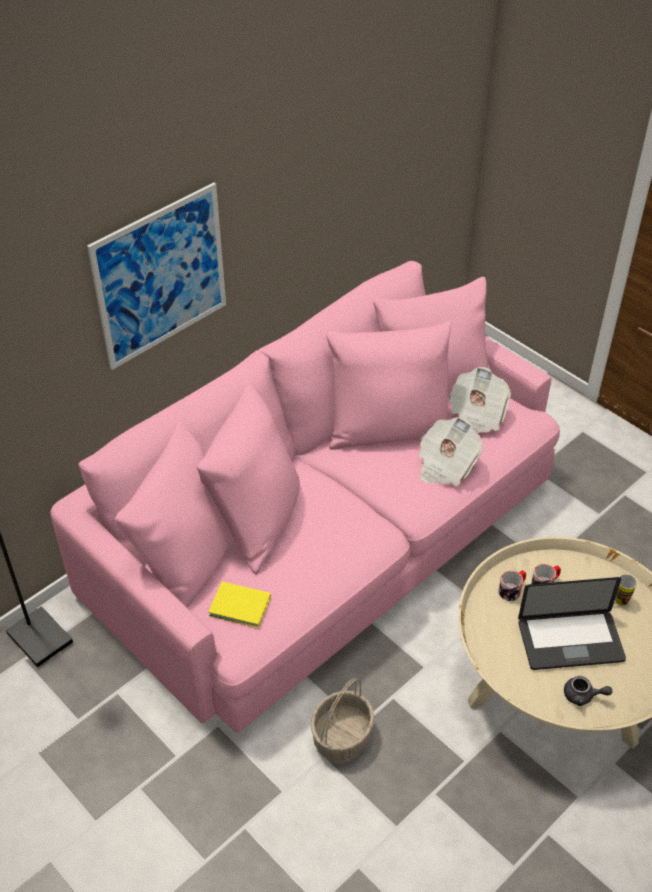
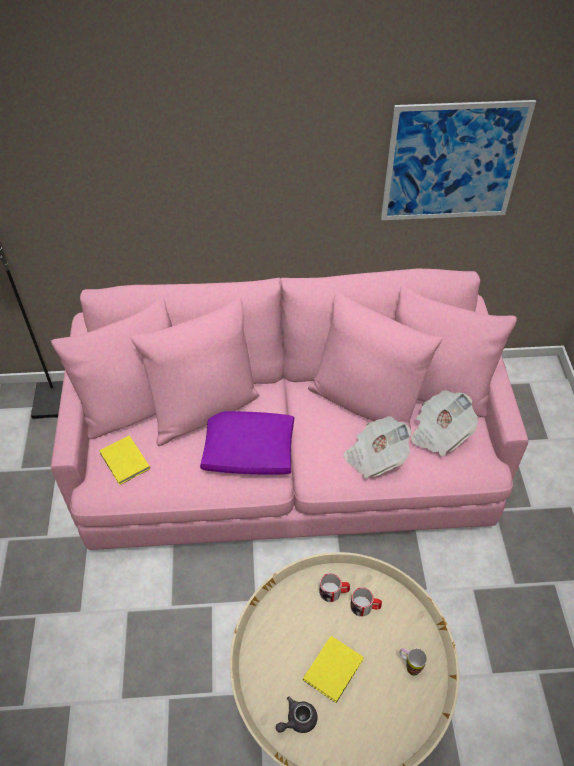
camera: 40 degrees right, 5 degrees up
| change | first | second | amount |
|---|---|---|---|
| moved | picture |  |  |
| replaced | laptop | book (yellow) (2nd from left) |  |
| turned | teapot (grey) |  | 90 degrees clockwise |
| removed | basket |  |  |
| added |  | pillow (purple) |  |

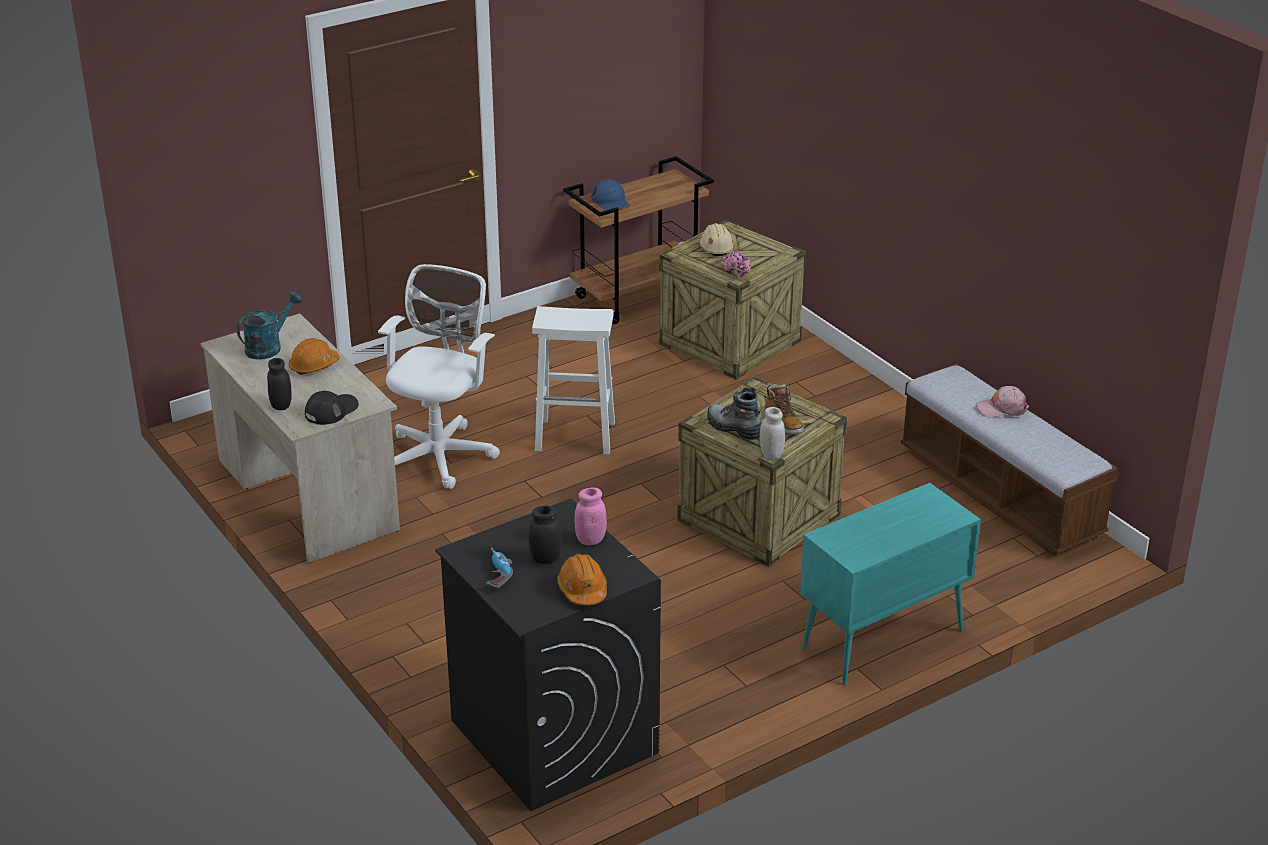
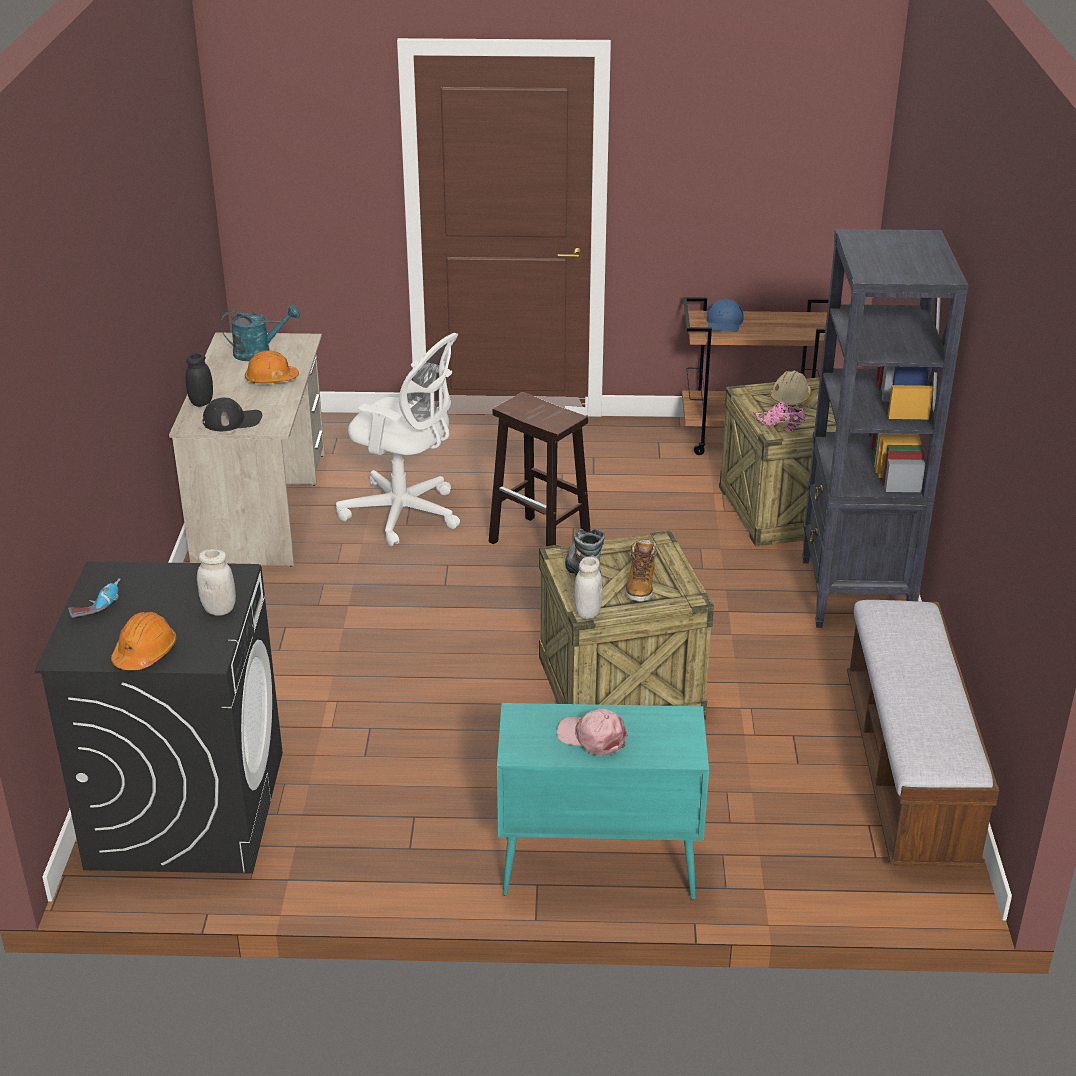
camera: 35 degrees right, 0 degrees up
| change | first | second | amount |
|---|---|---|---|
| turned | shoe (pink) |  | 60 degrees counterclockwise |
| turned | office chair (white) |  | 60 degrees clockwise |
| recoloured | stool (white) | stool (brown) |  |
| moved | cap (pink) |  |  |
| recoloured | jar (pink) | jar (white) (1st from left) |  |
| removed | jar (black) (2nd from left) |  |  |
| added |  | bookcase (black) |  |

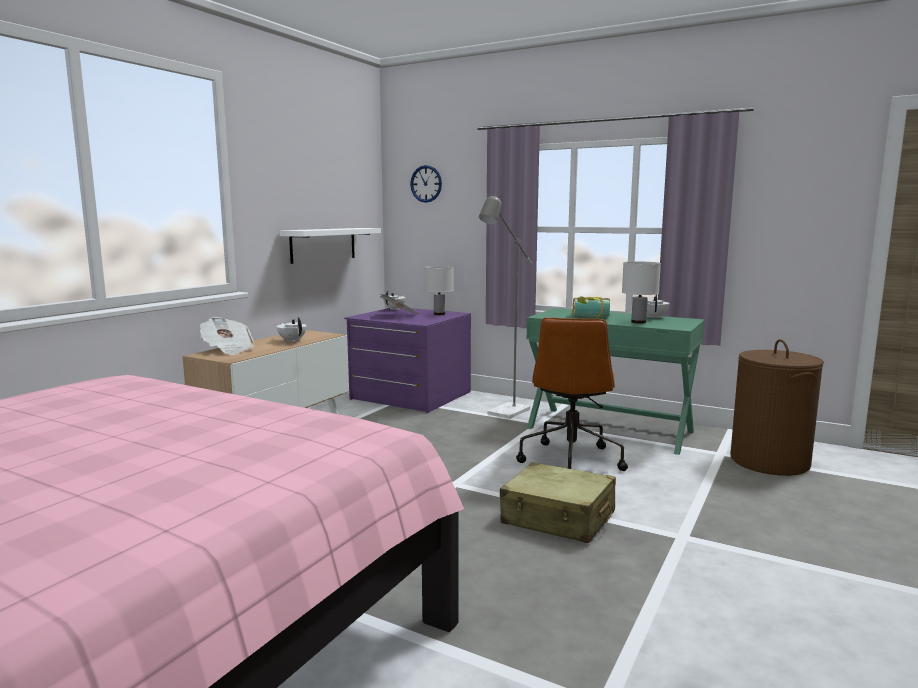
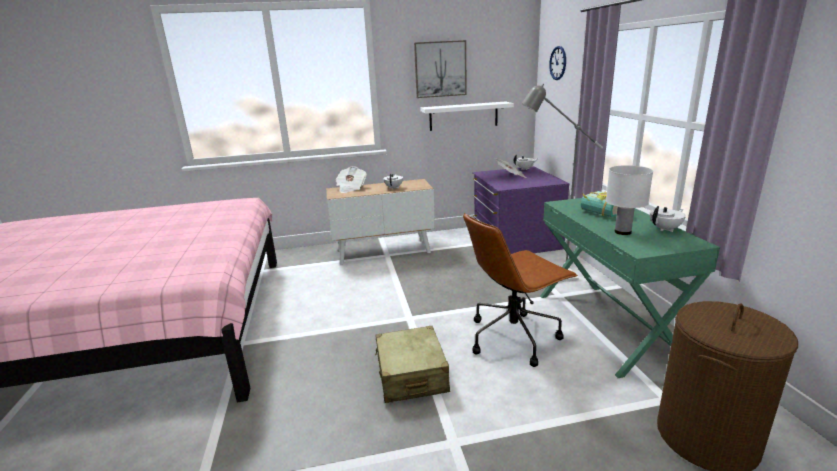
camera: 50 degrees right, 10 degrees up
| change | first | second | amount |
|---|---|---|---|
| removed | table lamp (white) (1st from left) |  |  |
| added |  | picture |  |

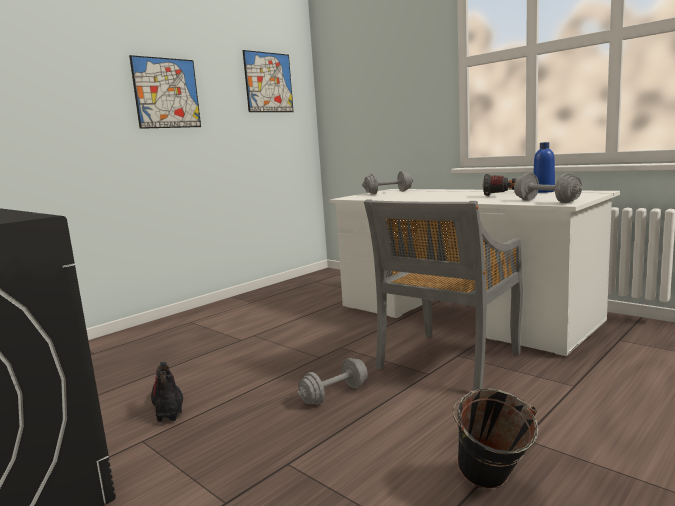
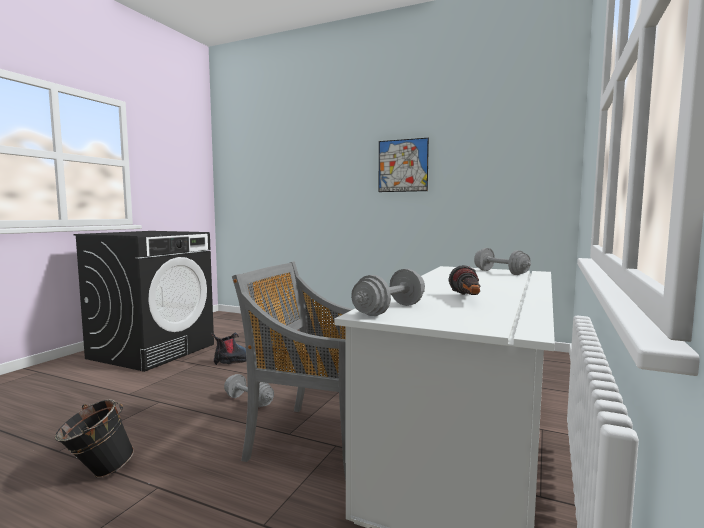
camera: 70 degrees right, 5 degrees down
| change | first | second | amount |
|---|---|---|---|
| removed | picture (2nd from left) |  |  |
| removed | bottle (blue) |  |  |

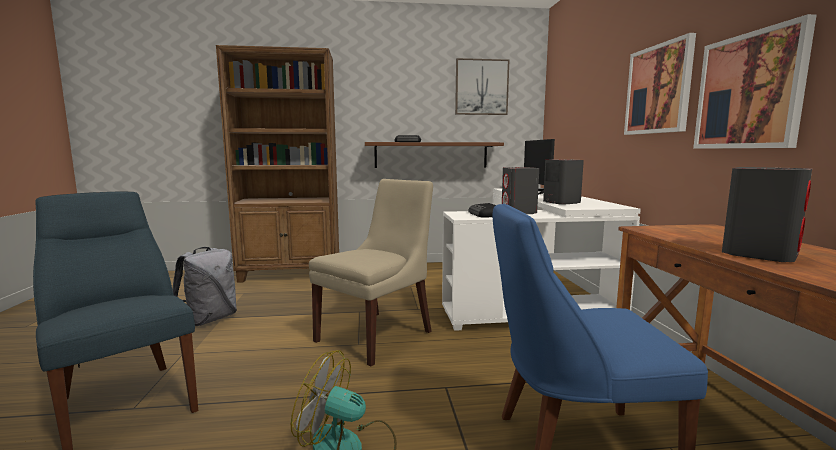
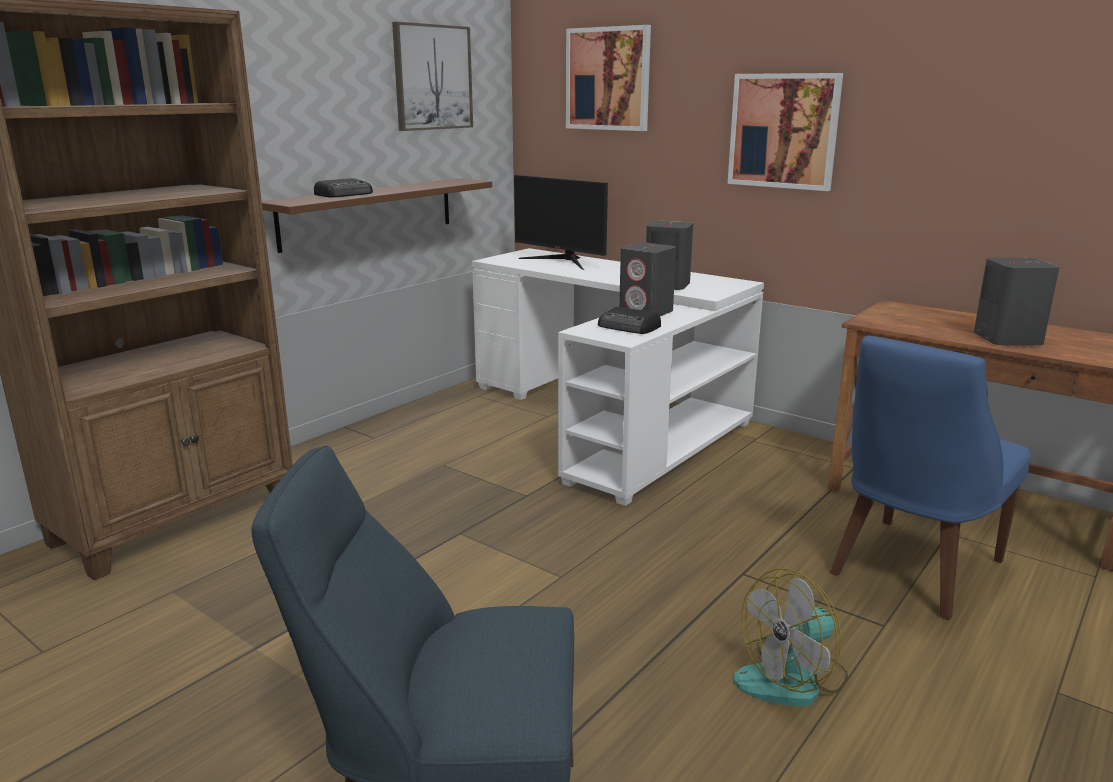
camera: 45 degrees left, 10 degrees up
| change | first | second | amount |
|---|---|---|---|
| moved | picture (3rd from left in the first image) | picture (2nd from left) |  |
| removed | chair (beige) |  |  |
| removed | backpack (grey) |  |  |

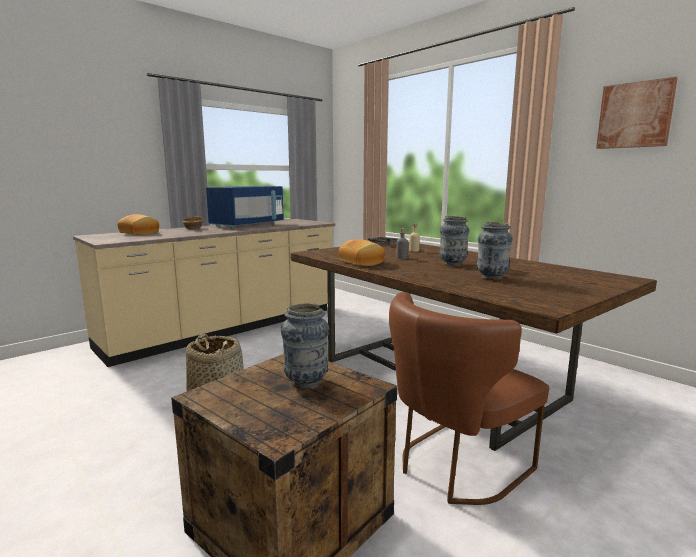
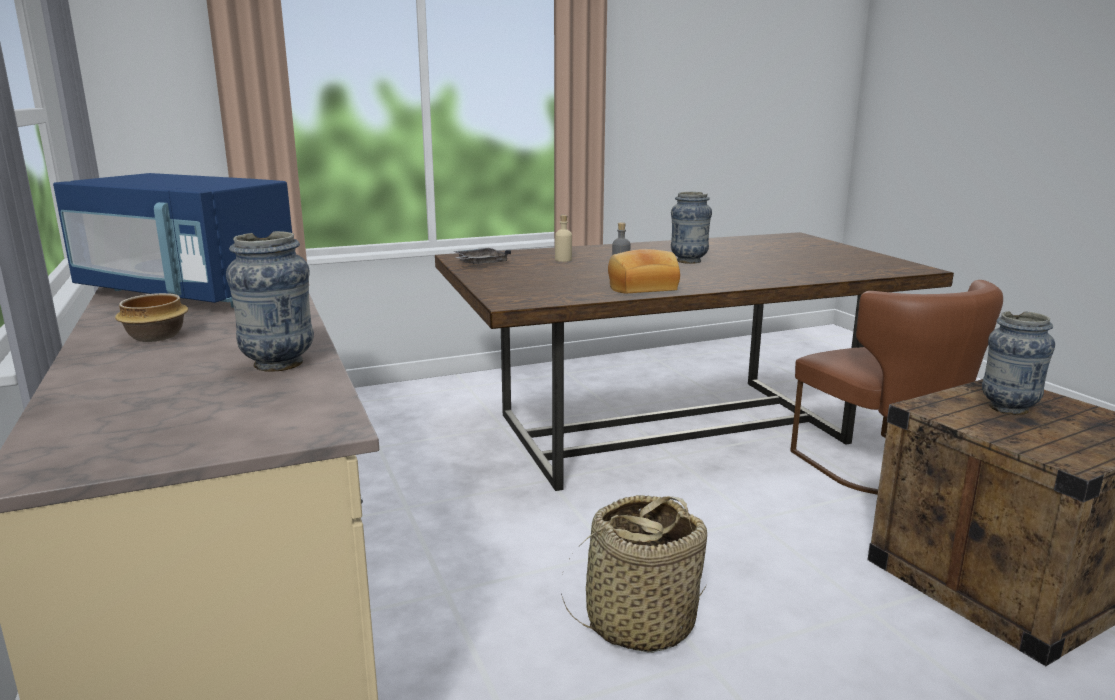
camera: 70 degrees left, 5 degrees up
| change | first | second | amount |
|---|---|---|---|
| removed | picture |  |  |
| turned | microwave (blue) |  | 150 degrees clockwise |
| removed | bread (1st from left) |  |  |
| moved | vase (3rd from left in the first image) | vase (1st from left) |  |

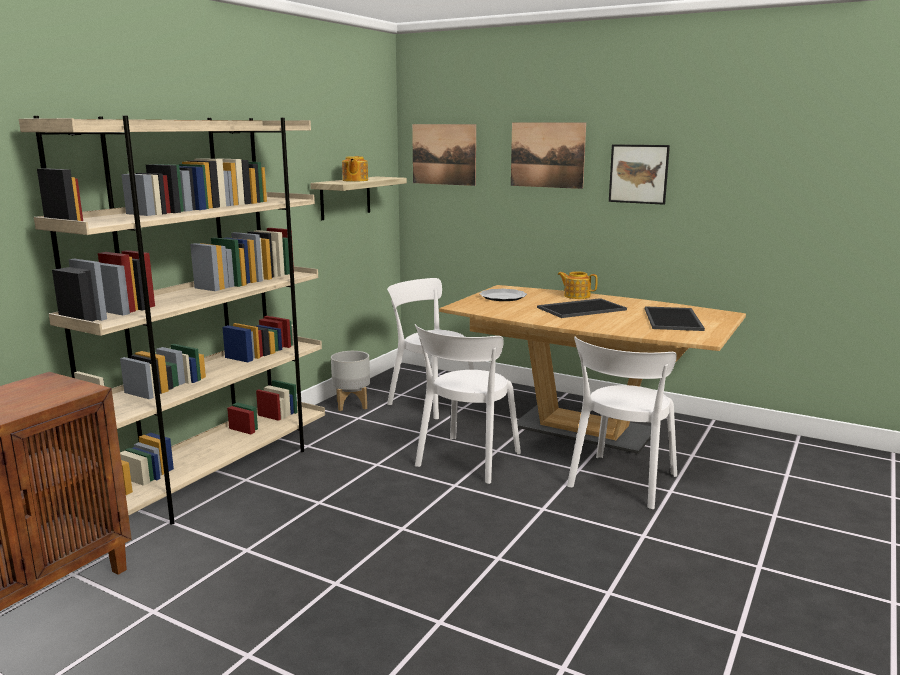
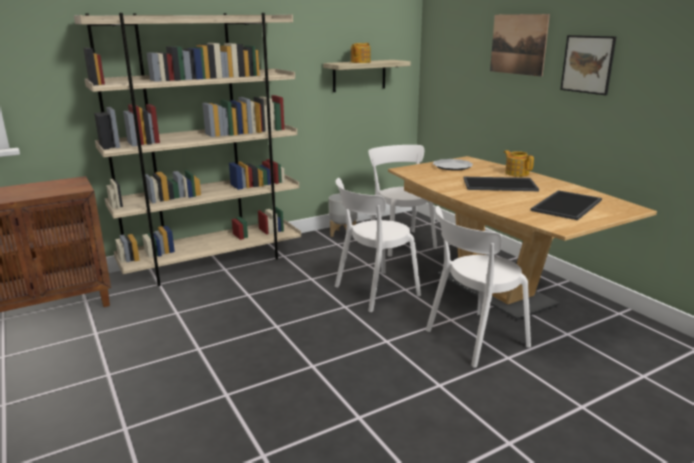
camera: 30 degrees right, 5 degrees up
| change | first | second | amount |
|---|---|---|---|
| removed | picture (1st from left) |  |  |

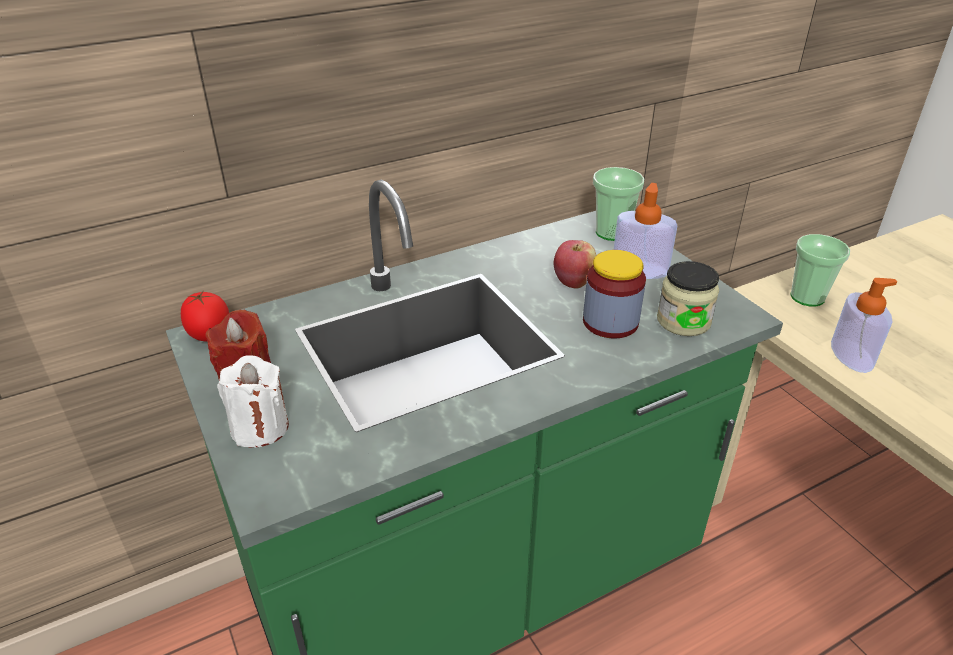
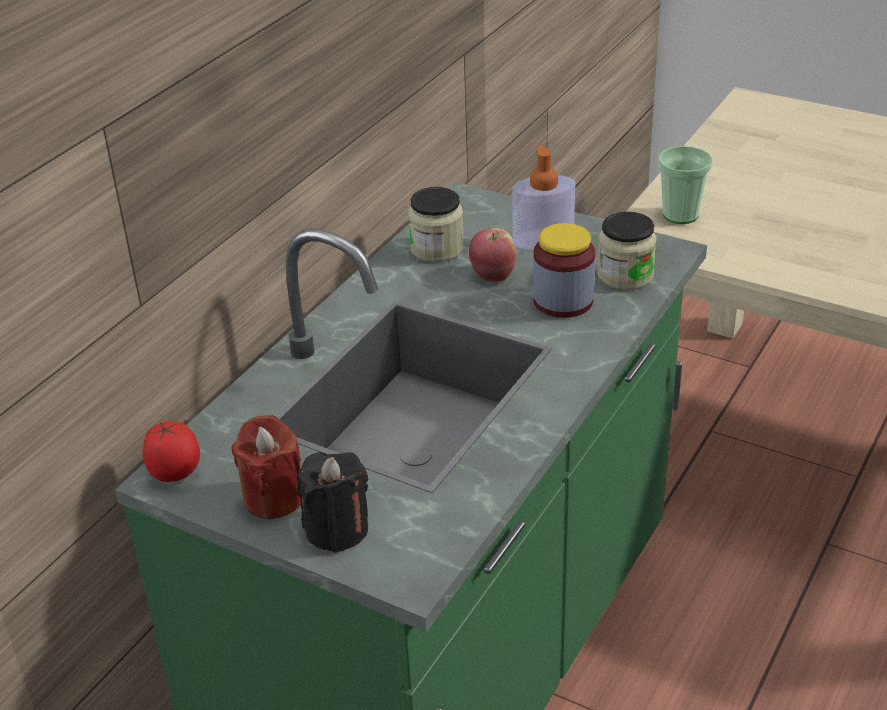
camera: 30 degrees left, 0 degrees up
| change | first | second | amount |
|---|---|---|---|
| removed | cup (1st from left) |  |  |
| removed | soap dispenser (2nd from left) |  |  |
| recoloured | candle (white) | candle (black) |  |
| added |  | jar (1st from left) |  |

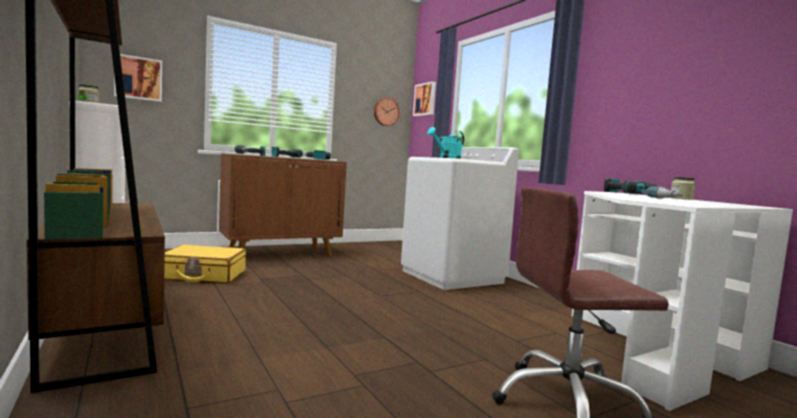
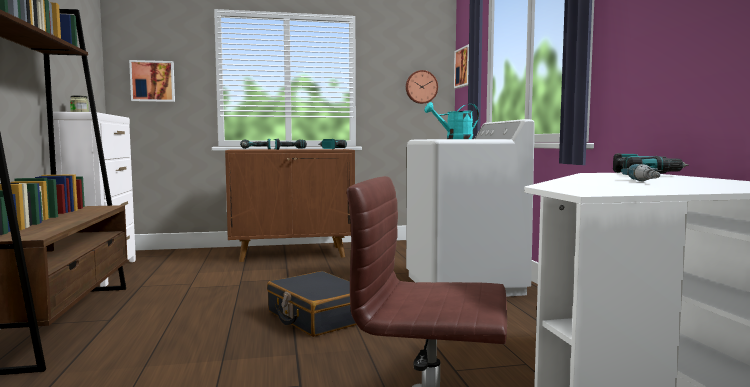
camera: 20 degrees right, 0 degrees up
| change | first | second | amount |
|---|---|---|---|
| removed | jar (2nd from left) |  |  |
| removed | suitcase (yellow) |  |  |
| added |  | suitcase (black) |  |

